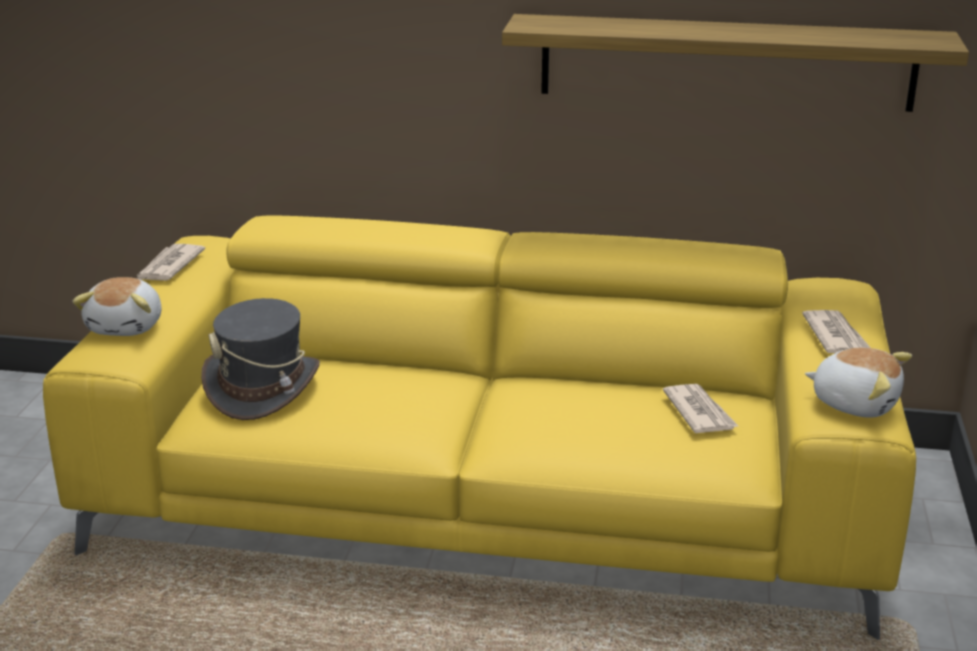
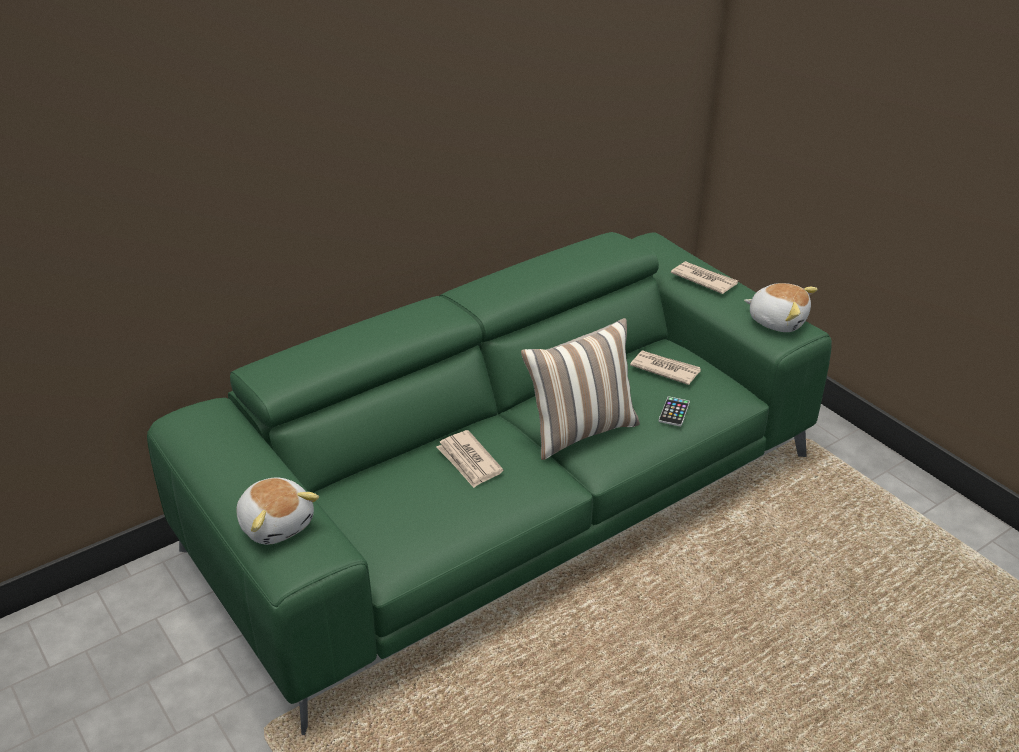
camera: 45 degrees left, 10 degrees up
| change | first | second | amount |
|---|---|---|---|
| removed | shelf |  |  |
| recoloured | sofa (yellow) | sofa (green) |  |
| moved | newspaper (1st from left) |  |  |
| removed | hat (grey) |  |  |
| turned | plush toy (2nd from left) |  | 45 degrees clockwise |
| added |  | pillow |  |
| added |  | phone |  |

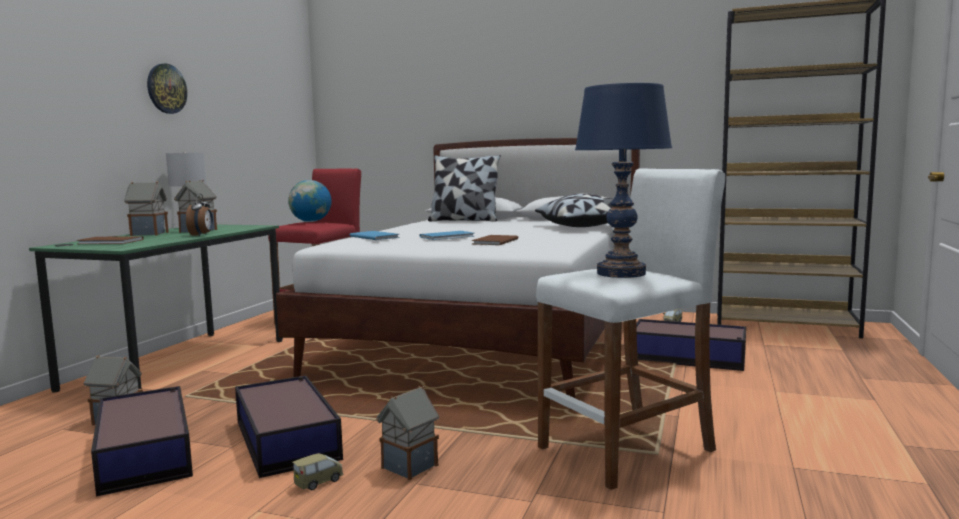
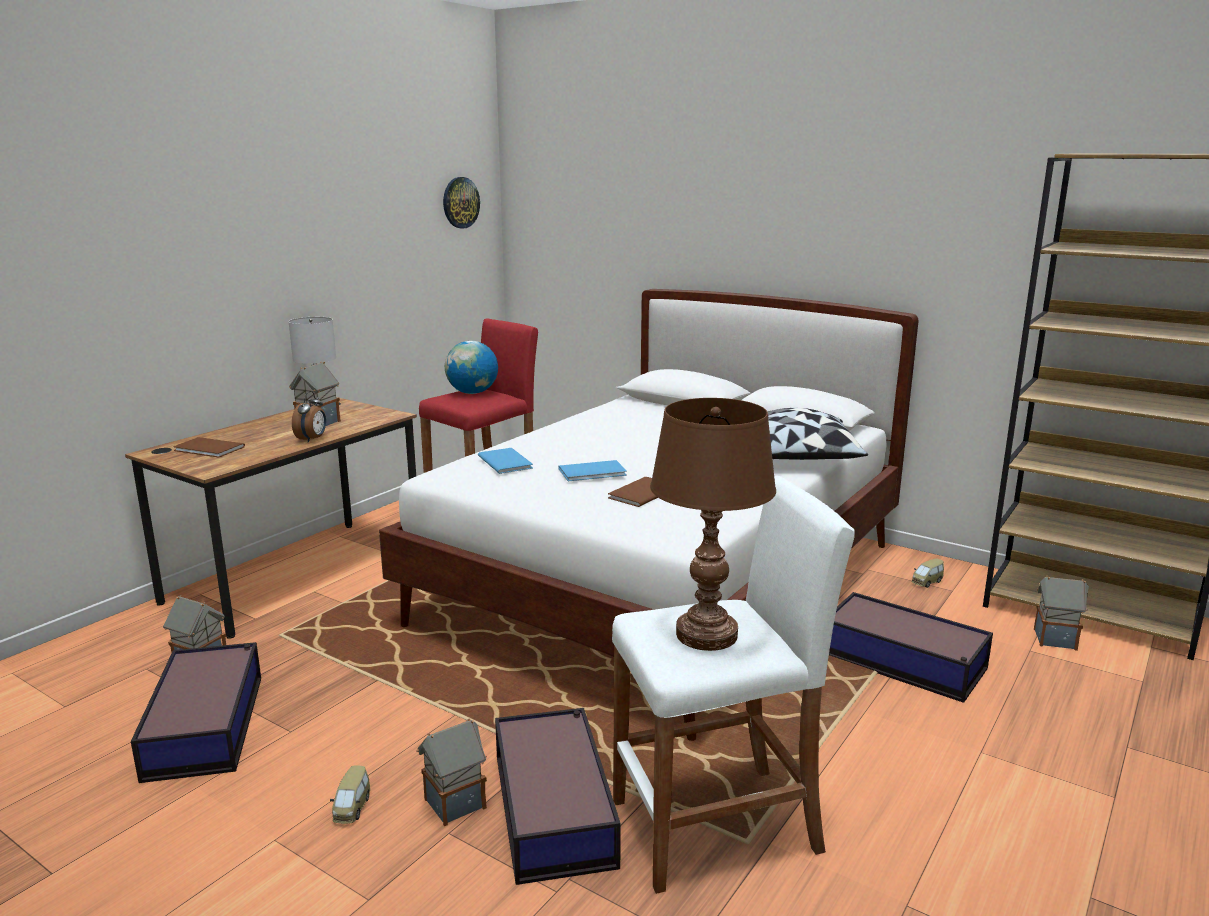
camera: 15 degrees right, 10 degrees up
| change | first | second | amount |
|---|---|---|---|
| moved | wall clock |  |  |
| recoloured | table lamp (blue) | table lamp (brown) |  |
| removed | pillow (1st from left) |  |  |
| moved | toy house (2nd from left in the first image) | toy house (4th from left) |  |
| recoloured | desk (green) | desk (brown) |  |
| moved | storage box (2nd from left) |  |  |
| turned | toy car (1st from left) |  | 120 degrees clockwise |

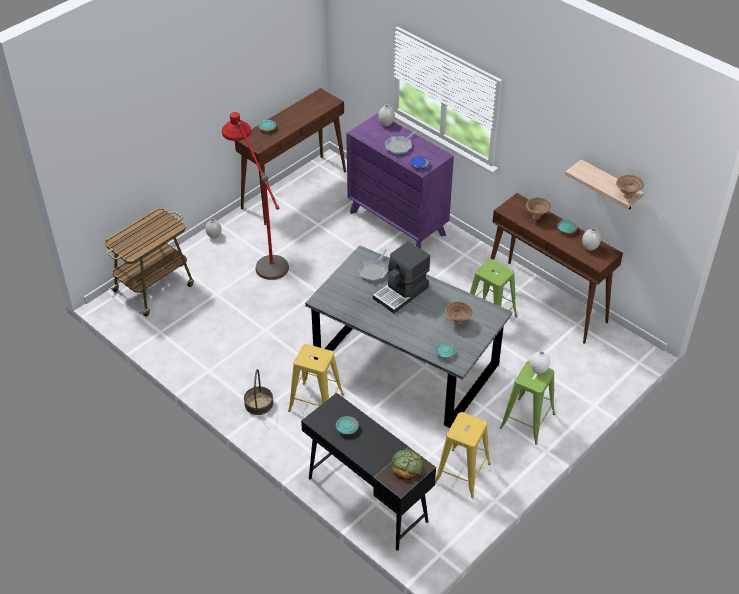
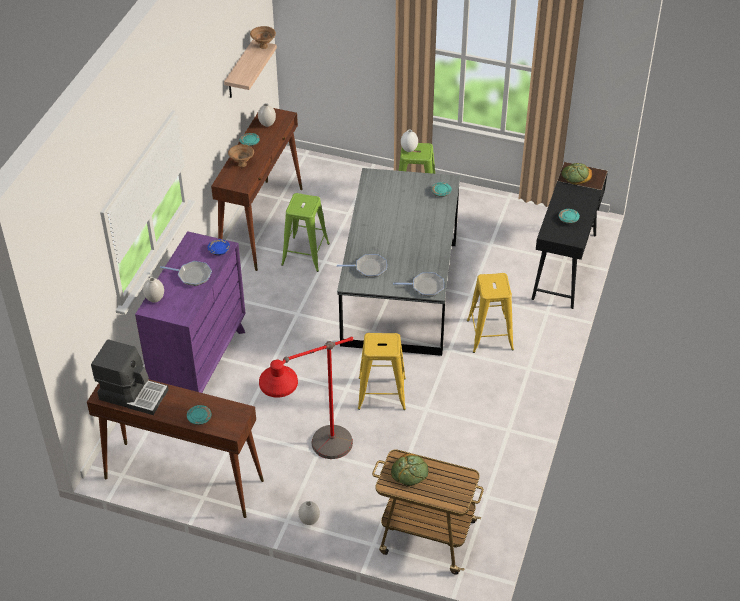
camera: 115 degrees left, 0 degrees up
| change | first | second | amount |
|---|---|---|---|
| moved | coffee machine |  |  |
| removed | bowl (brown) (1st from left) |  |  |
| removed | basket |  |  |
| moved | stool (yellow) (2nd from left in the first image) | stool (yellow) (1st from left) |  |
| added |  | frying pan (3rd from left) |  |
| added |  | bread (1st from left) |  |

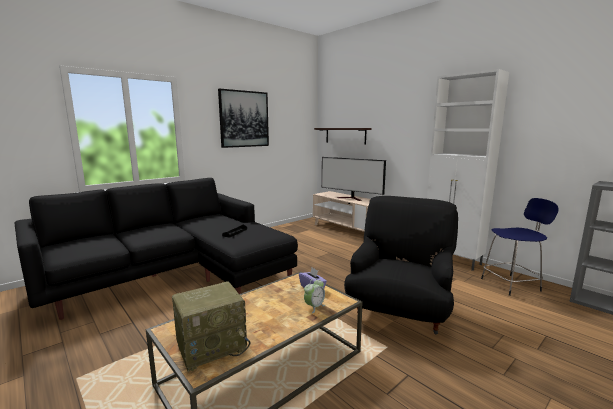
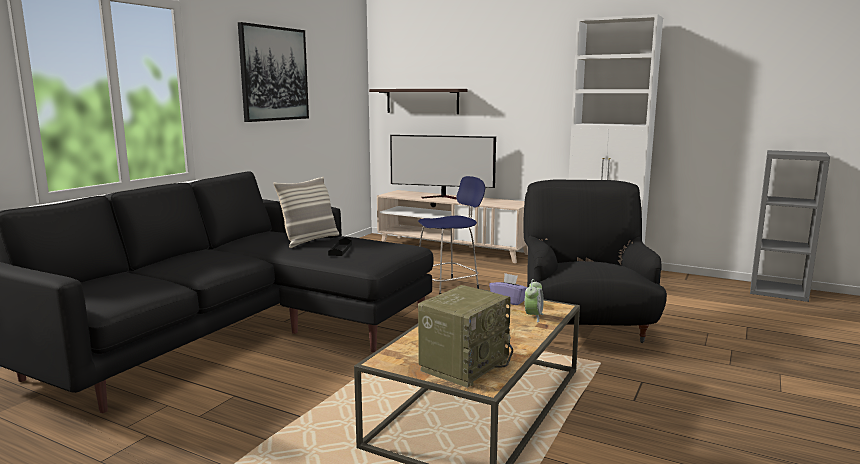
camera: 20 degrees left, 0 degrees up
| change | first | second | amount |
|---|---|---|---|
| moved | stool (blue) |  |  |
| added |  | pillow |  |

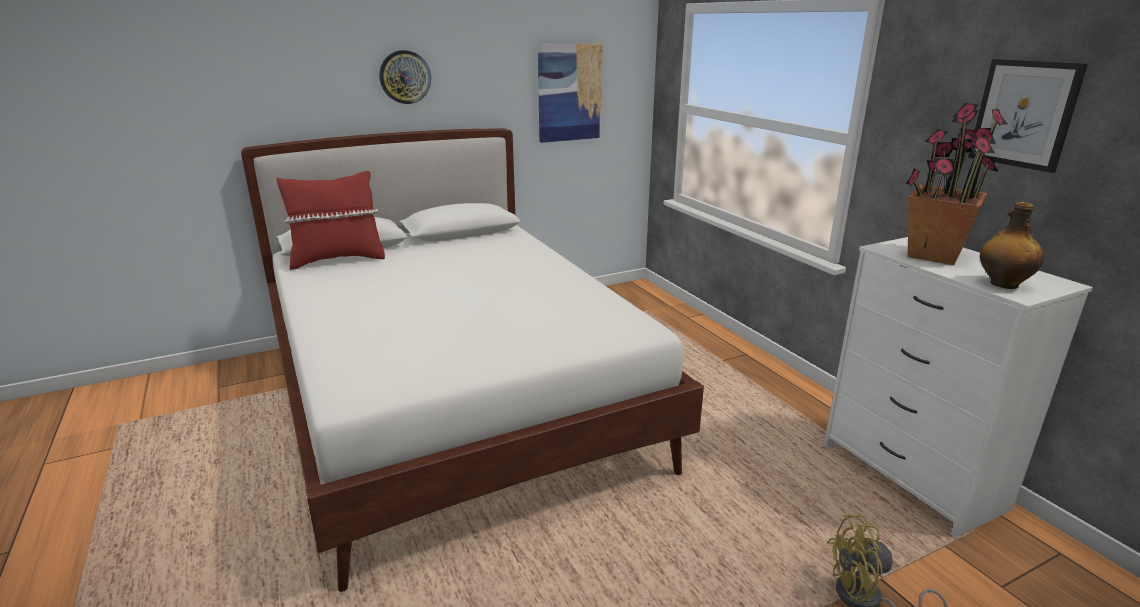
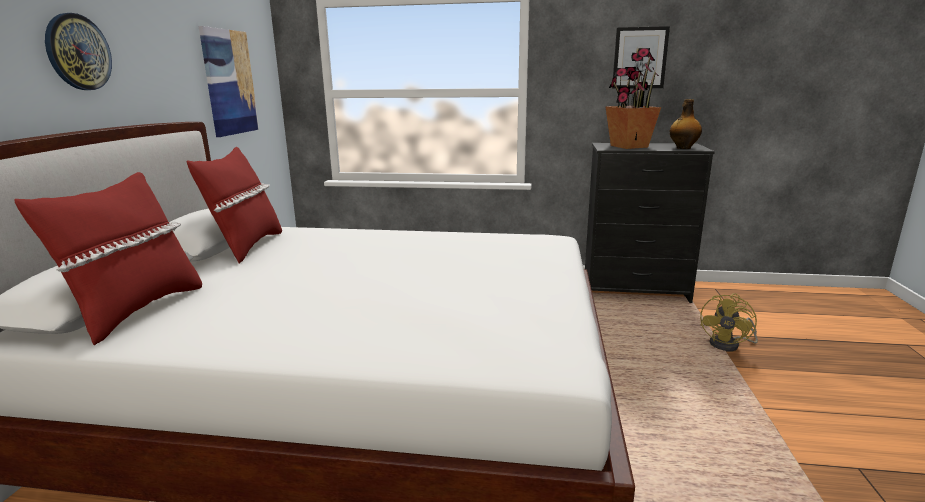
camera: 55 degrees left, 5 degrees down
| change | first | second | amount |
|---|---|---|---|
| recoloured | dresser (white) | dresser (black) |  |
| added |  | pillow (red) (2nd from left) |  |

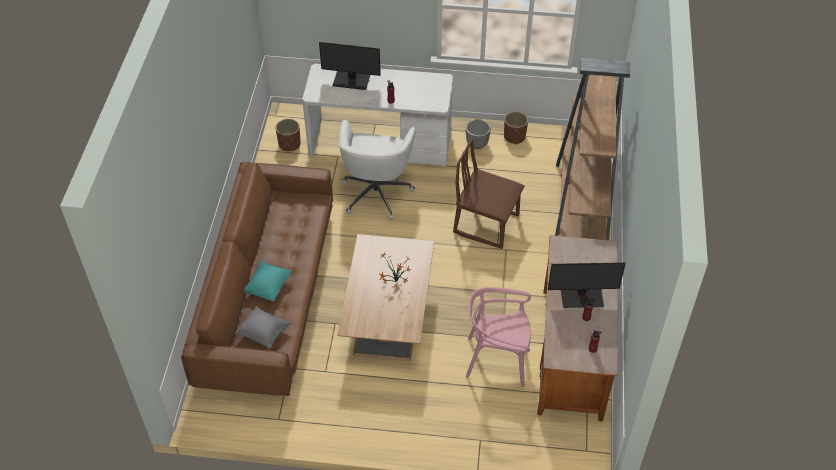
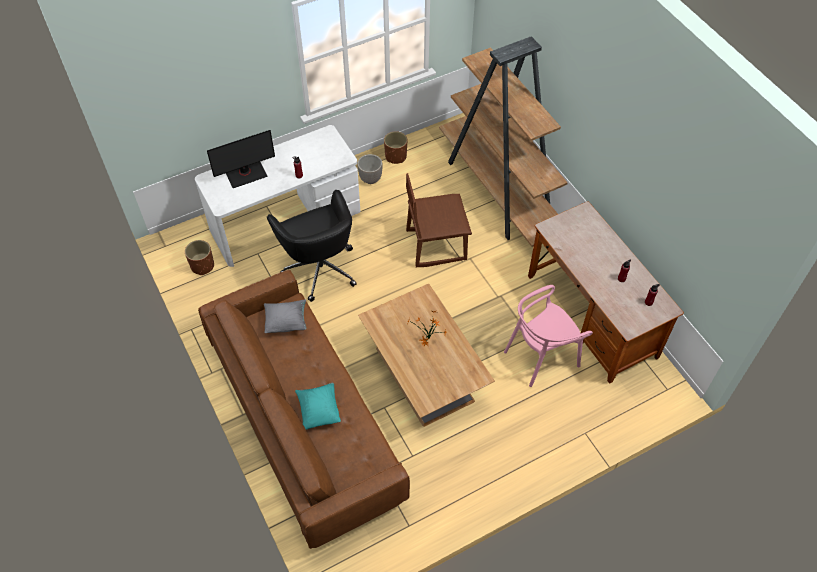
camera: 35 degrees left, 5 degrees up
| change | first | second | amount |
|---|---|---|---|
| recoloured | office chair (white) | office chair (black) |  |
| removed | monitor (2nd from left) |  |  |
| moved | pillow (grey) |  |  |

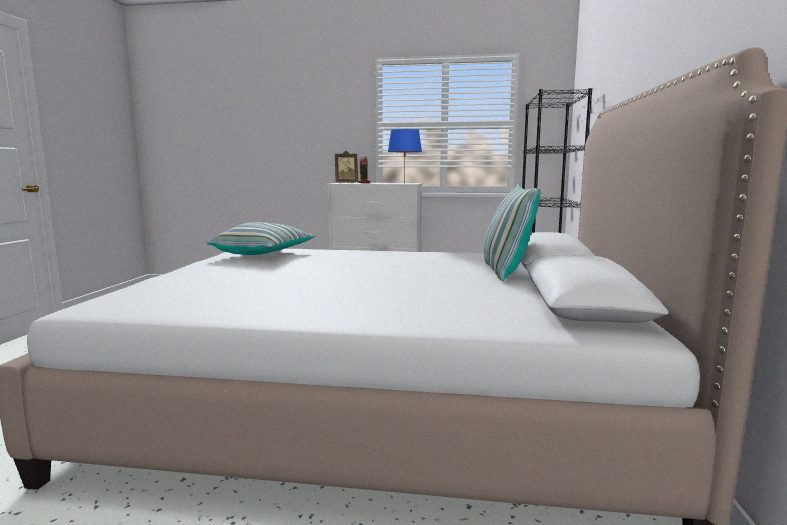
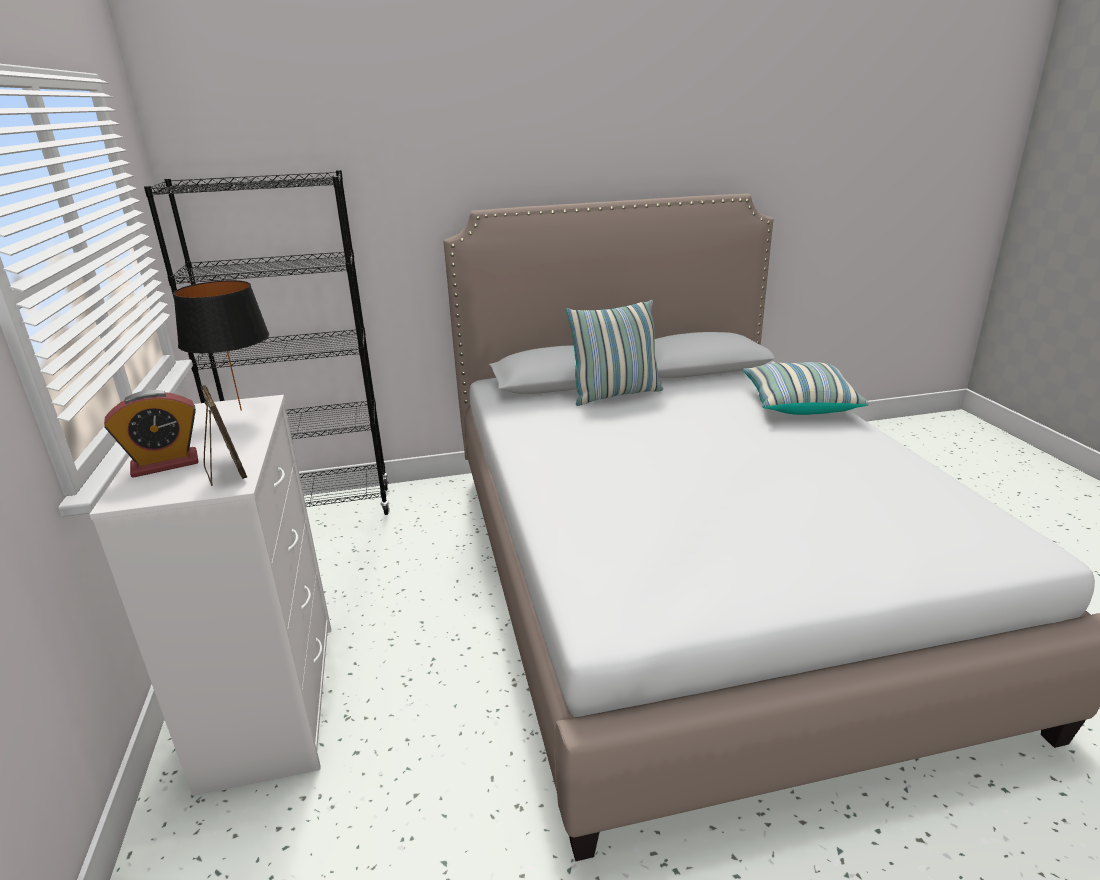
camera: 110 degrees left, 15 degrees up
| change | first | second | amount |
|---|---|---|---|
| recoloured | table lamp (blue) | table lamp (black) |  |
| moved | pillow (1st from left in the first image) | pillow (2nd from left) |  |

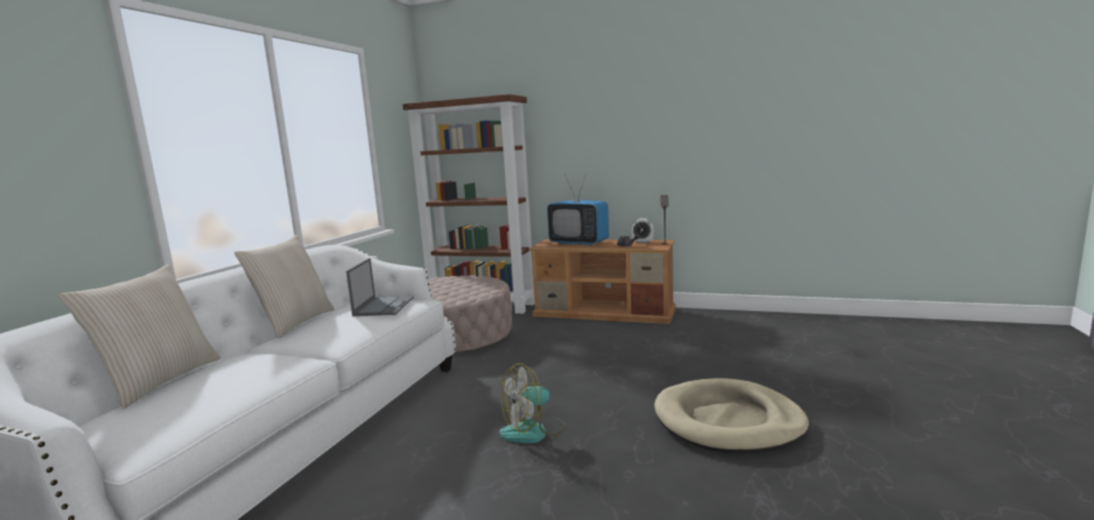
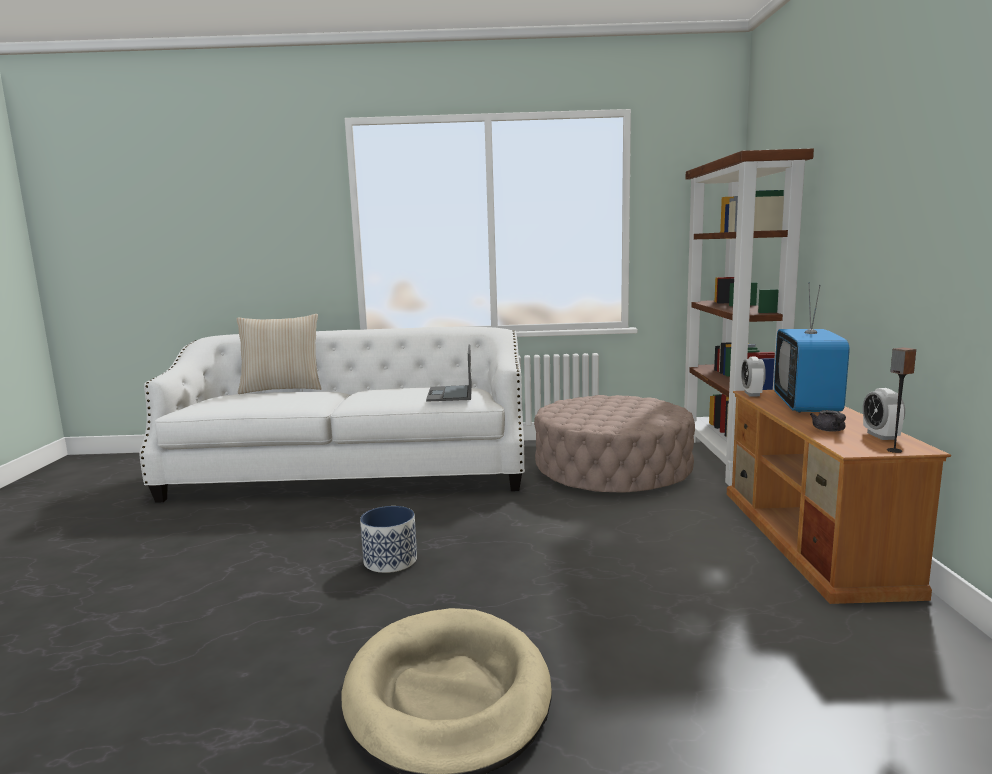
camera: 70 degrees right, 0 degrees up
| change | first | second | amount |
|---|---|---|---|
| removed | pillow (beige) (2nd from left) |  |  |
| turned | laptop |  | 105 degrees clockwise |
| replaced | fan | planter |  |
| added |  | alarm clock (1st from left) |  |

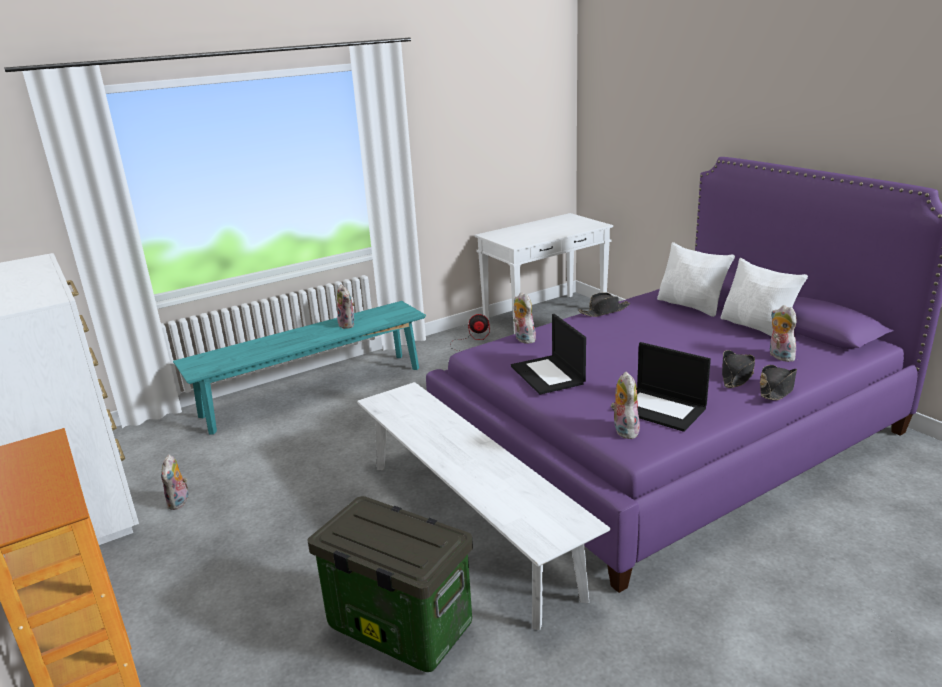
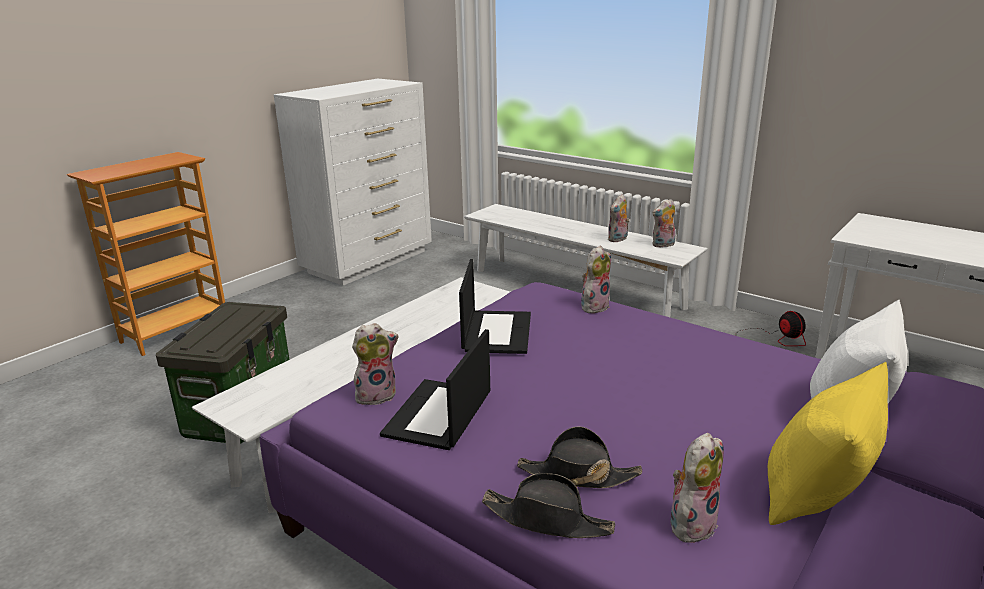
camera: 70 degrees right, 0 degrees up
| change | first | second | amount |
|---|---|---|---|
| recoloured | pillow (white) (2nd from left) | pillow (yellow) |  |
| removed | hat (black) (1st from left) |  |  |
| recoloured | bench (turquoise) | bench (white) (2nd from left) |  |
| turned | laptop (1st from left in the first image) | laptop (2nd from left) | 135 degrees clockwise |
| moved | plush toy (1st from left in the first image) | plush toy (4th from left) |  |

